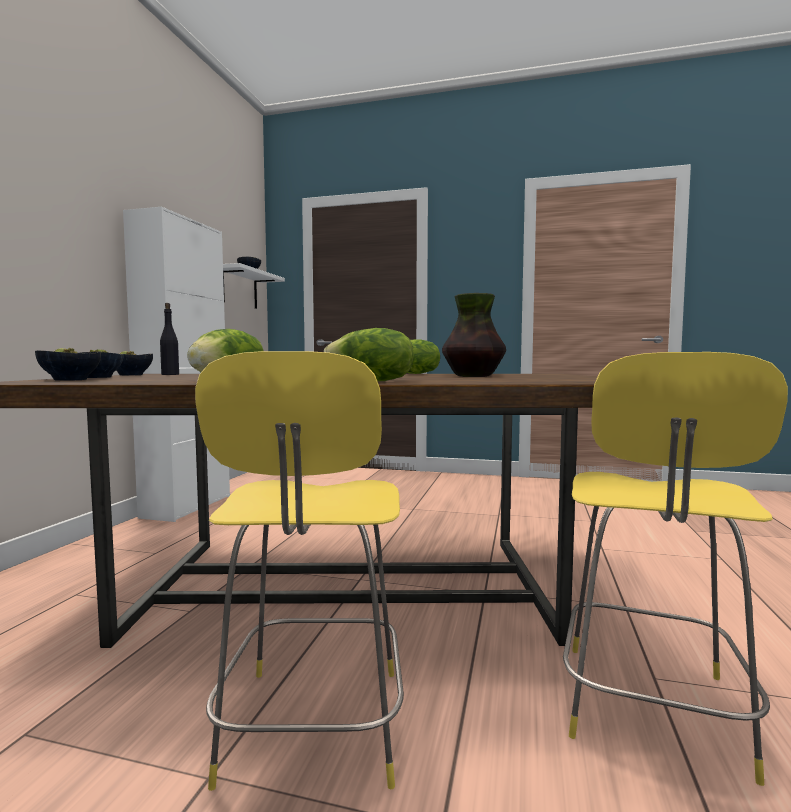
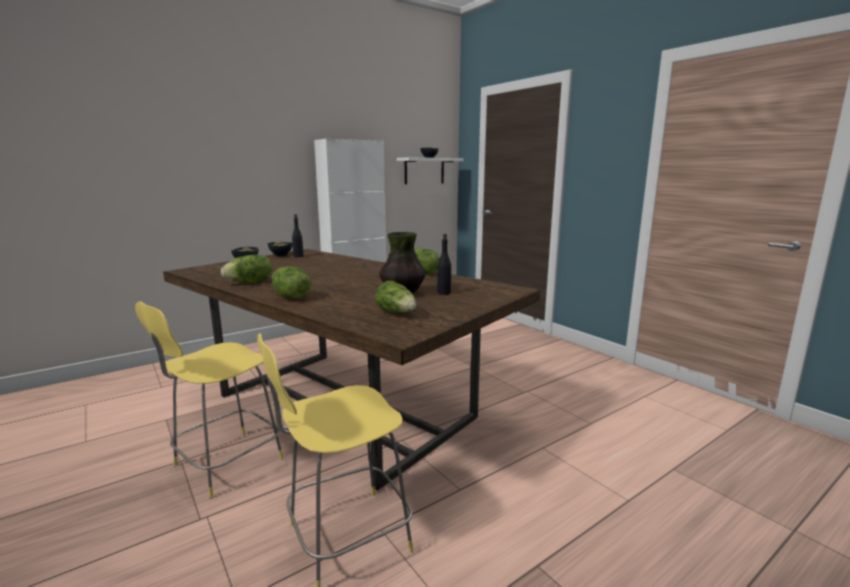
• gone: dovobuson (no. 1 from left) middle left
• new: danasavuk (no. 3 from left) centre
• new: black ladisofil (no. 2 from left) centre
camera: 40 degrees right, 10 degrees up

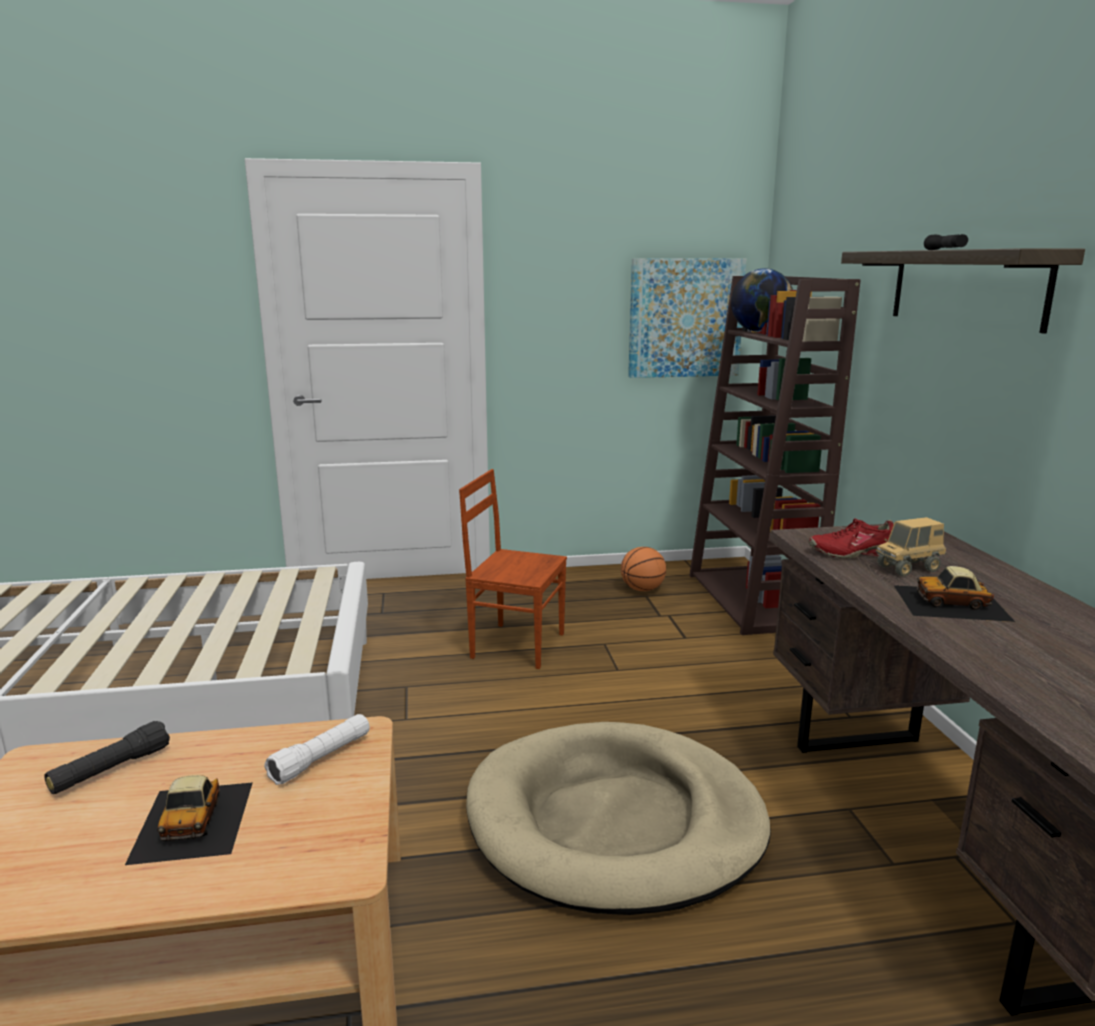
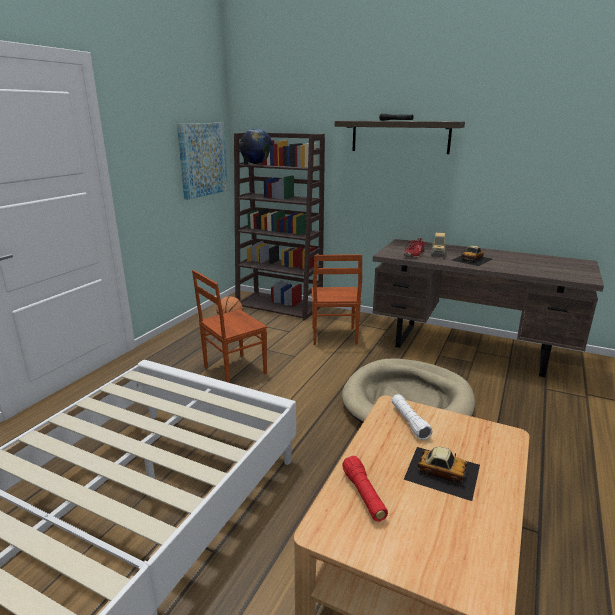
• repainted: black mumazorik (no. 1 from left) bottom left to red mumazorik bottom centre
• new: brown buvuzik (no. 2 from left) centre
camera: 55 degrees left, 5 degrees up

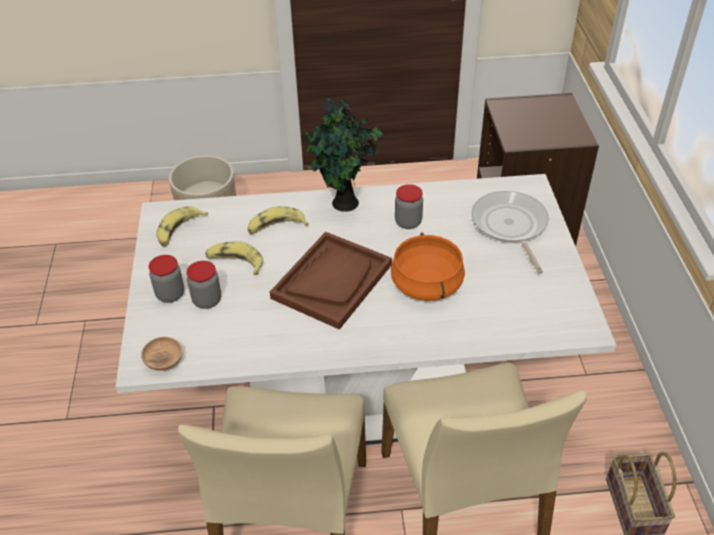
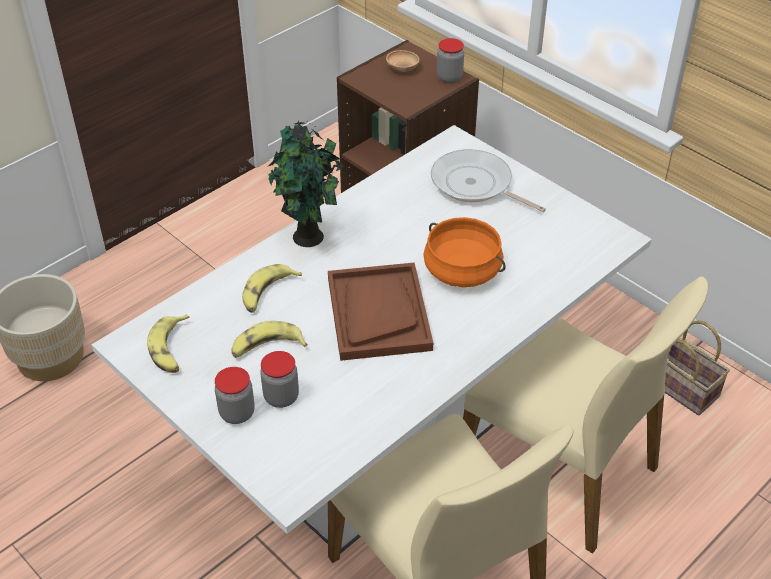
• shifted: brown dovobuson middle left to top centre
• shifted: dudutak (no. 3 from left) centre to top centre
camera: 40 degrees left, 0 degrees up

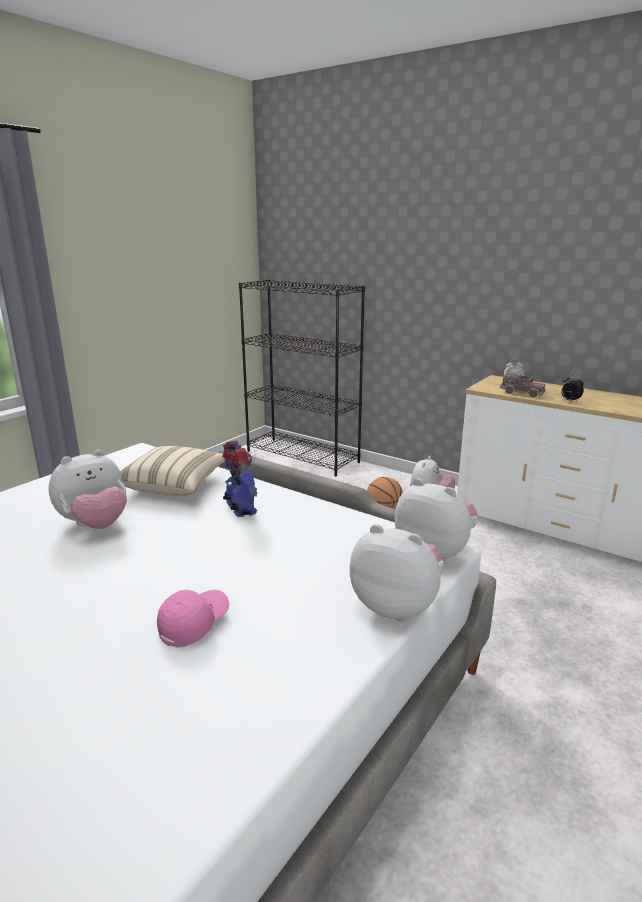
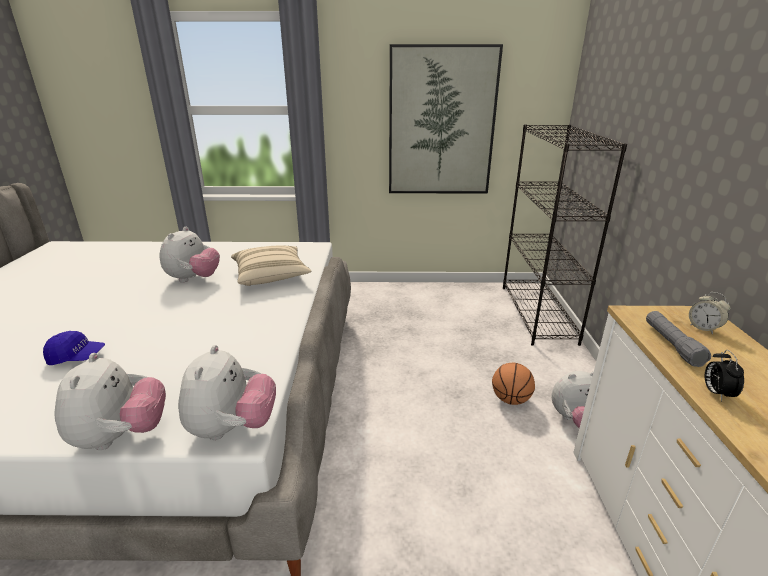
• rotated: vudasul (no. 1 from left in the first image) middle left = middle left 90 degrees counterclockwise
• repainted: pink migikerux bottom left to blue migikerux middle left
• gone: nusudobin centre
• swapped: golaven middle right to grey mumazorik middle right
• new: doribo top centre
camera: 55 degrees right, 5 degrees up

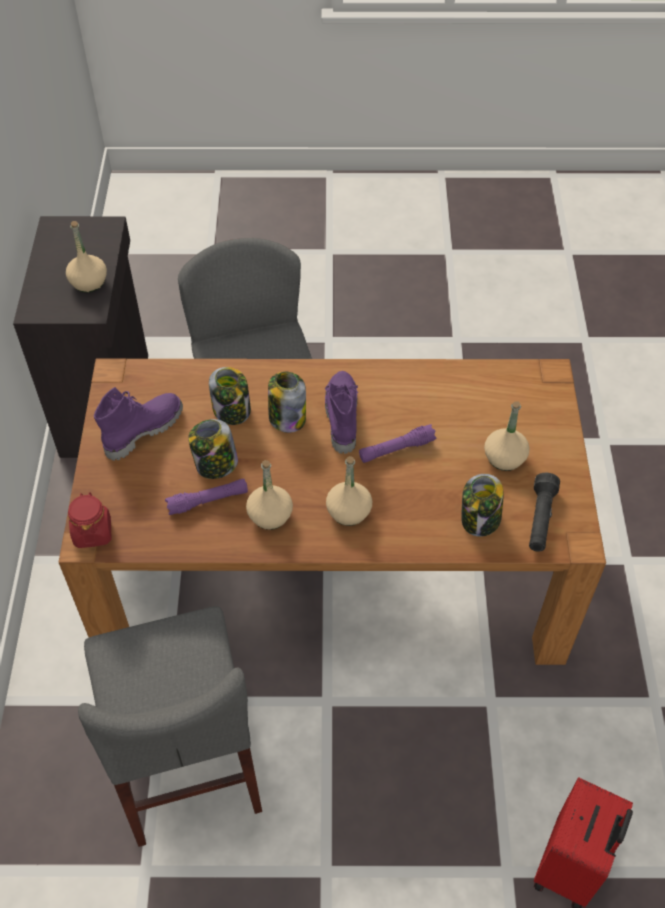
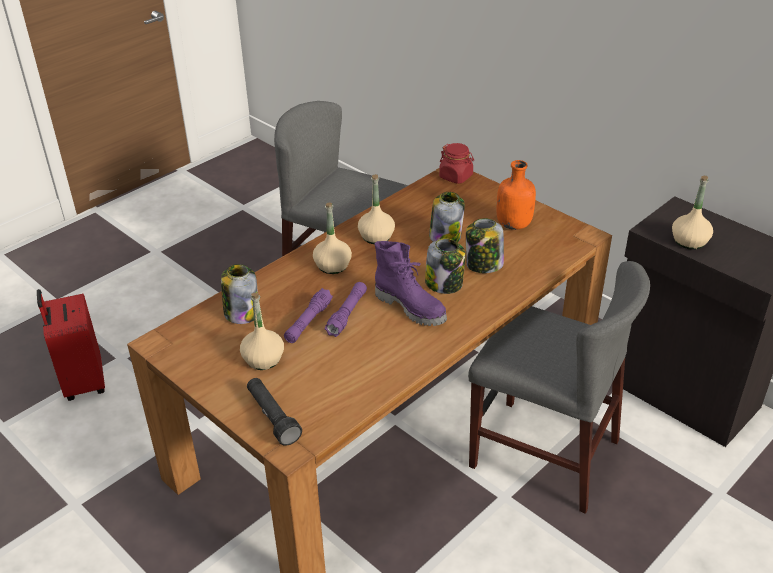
• swapped: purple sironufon (no. 1 from left) middle left to orange ladisofil middle right
• shifted: purple mumazorik (no. 1 from left) middle left to centre
• shifted: black mumazorik middle right to bottom centre
camera: 135 degrees right, 15 degrees down

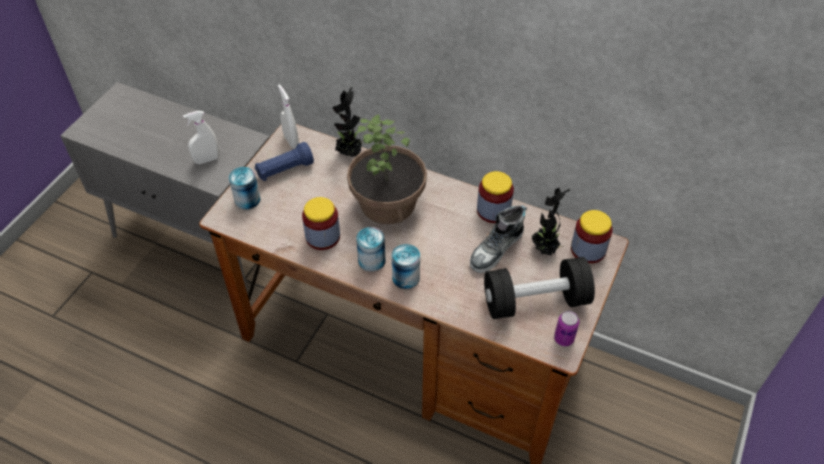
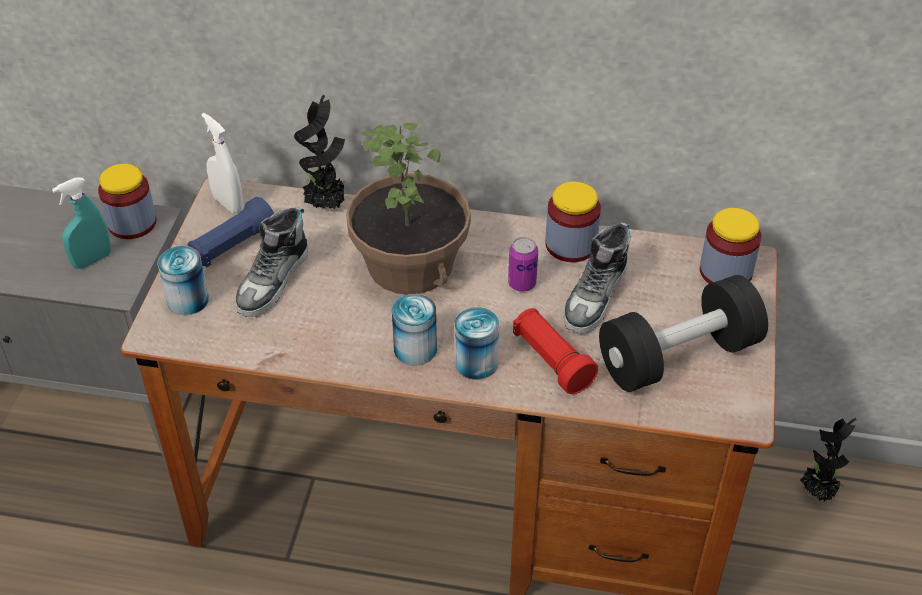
• repainted: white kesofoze (no. 1 from left) top left to turquoise kesofoze middle left
• shifted: dudutak (no. 1 from left) centre to middle left
• shifted: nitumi (no. 3 from left) middle right to bottom right
• shifted: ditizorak (no. 4 from left) bottom right to centre
• new: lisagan (no. 1 from left) middle left
• new: red mumazorik centre
camera: 15 degrees left, 5 degrees down

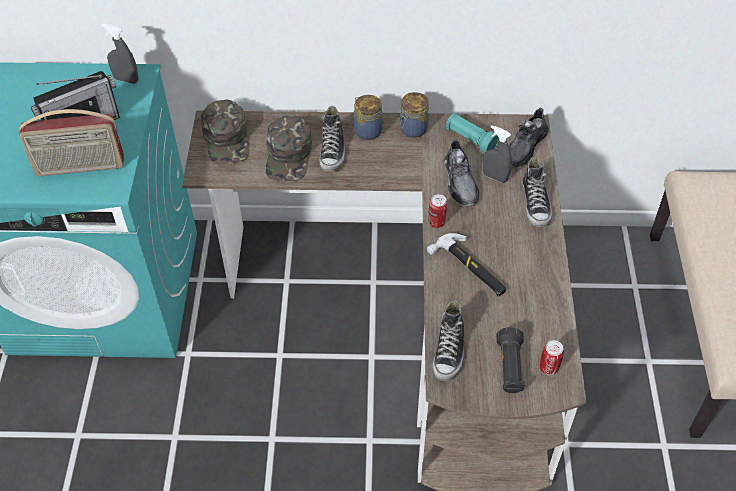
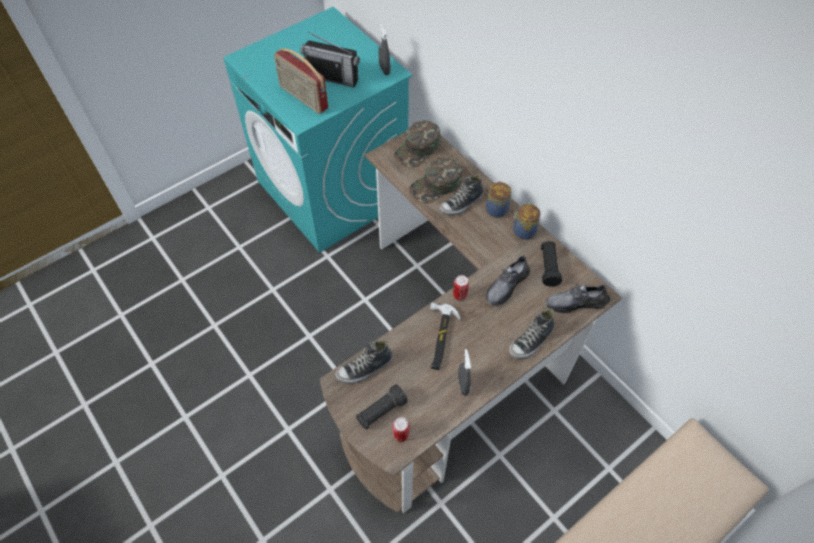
• repainted: turquoise mumazorik top centre to black mumazorik (no. 2 from left) middle right
• shifted: grey kesofoze (no. 2 from left) top right to bottom centre
camera: 50 degrees right, 5 degrees up

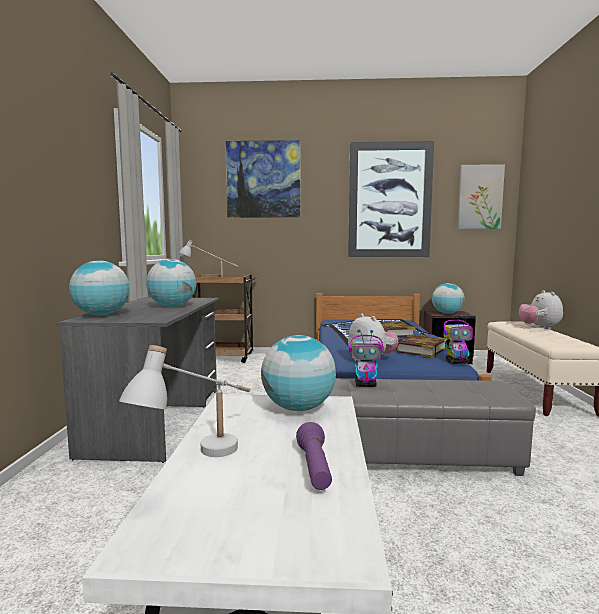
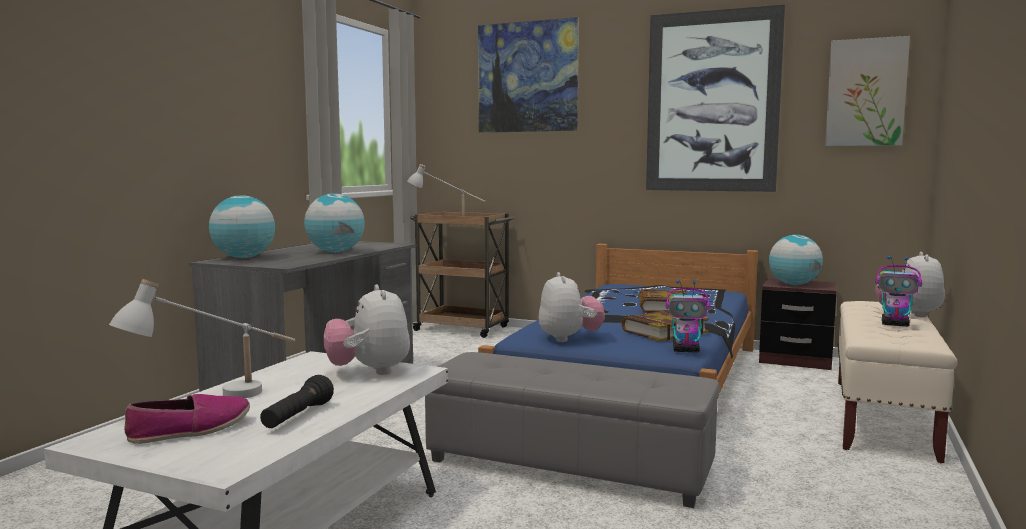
• swapped: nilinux (no. 3 from left) centre to vudasul (no. 1 from left) centre
• repainted: purple mumazorik bottom centre to black mumazorik bottom left
• shifted: nusudobin (no. 1 from left in the first image) centre to nusudobin (no. 2 from left) middle right
• new: lisagan bottom left
camera: 20 degrees right, 0 degrees up

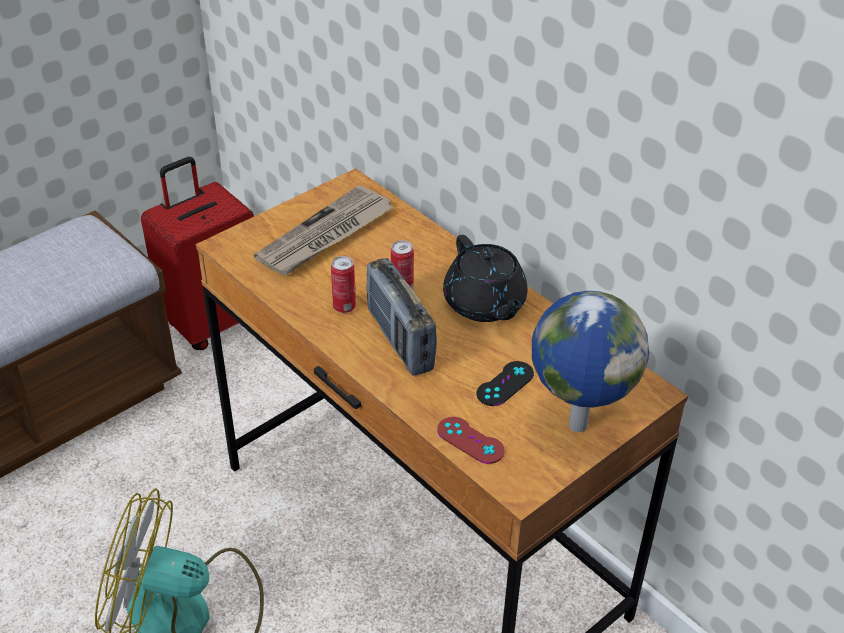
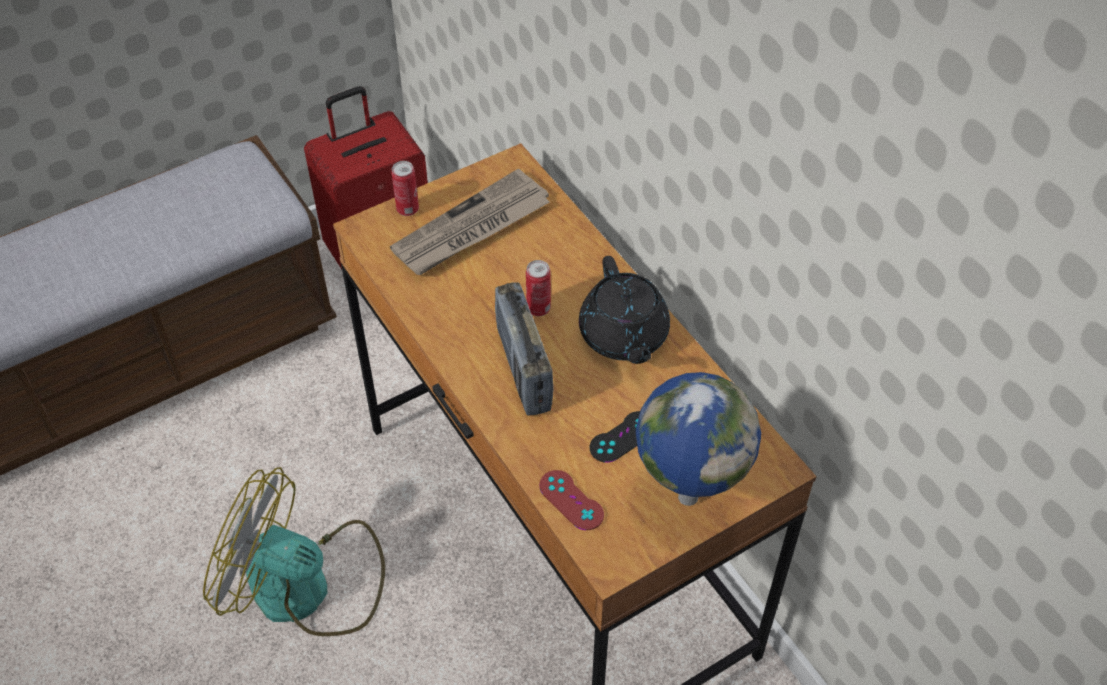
• shifted: ditizorak (no. 1 from left) centre to top centre
camera: 10 degrees right, 10 degrees up

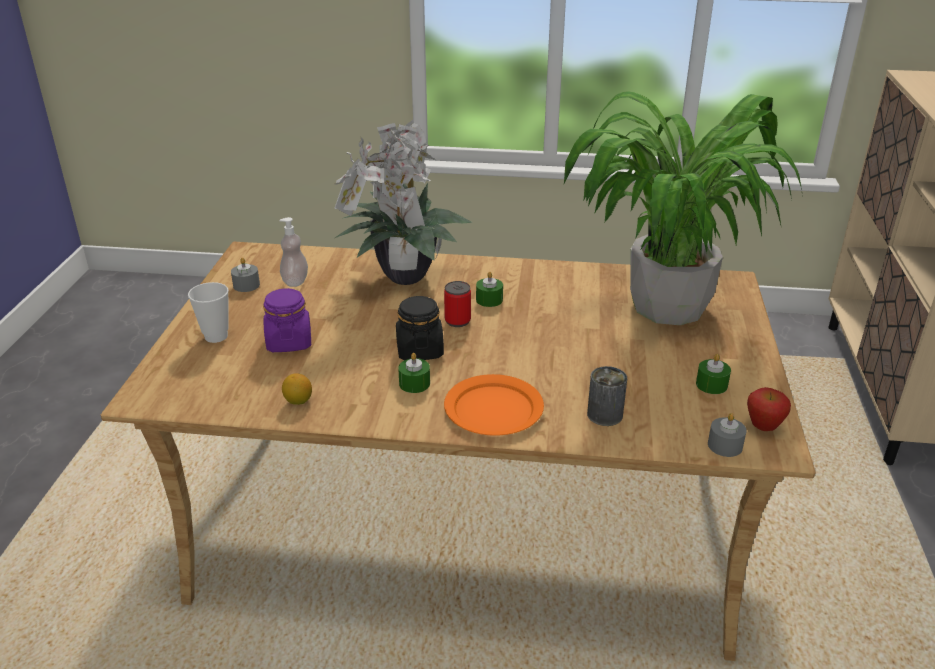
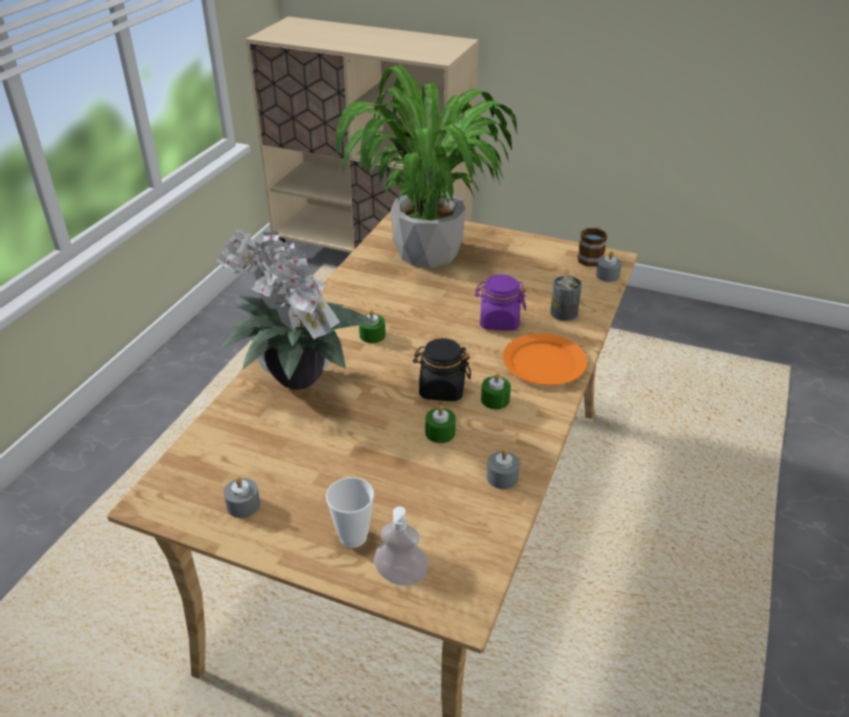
• shifted: purple dudutak middle left to centre
• shifted: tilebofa middle left to bottom centre
• swapped: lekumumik middle left to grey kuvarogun (no. 2 from left) centre
• gone: ditizorak (no. 1 from left) centre
• shifted: green kuvarogun (no. 3 from left in the first image) middle right to green kuvarogun (no. 2 from left) centre
• swapped: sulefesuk middle right to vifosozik middle right
camera: 75 degrees left, 5 degrees up

